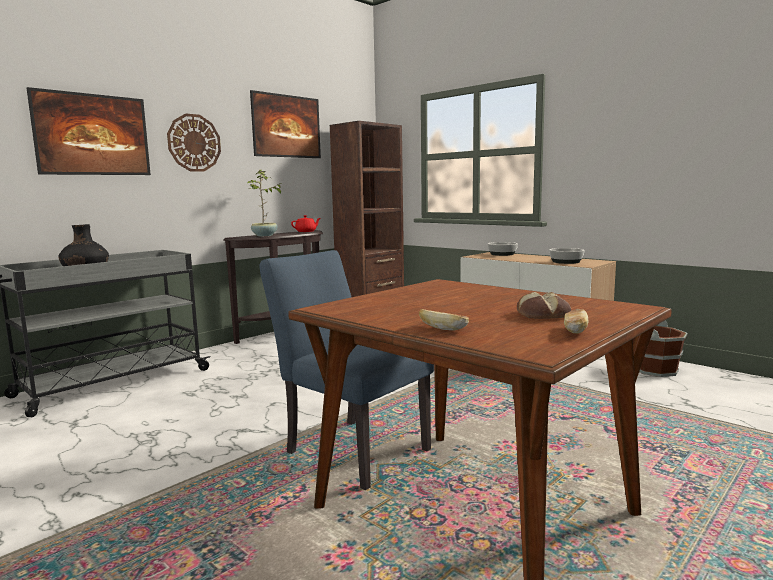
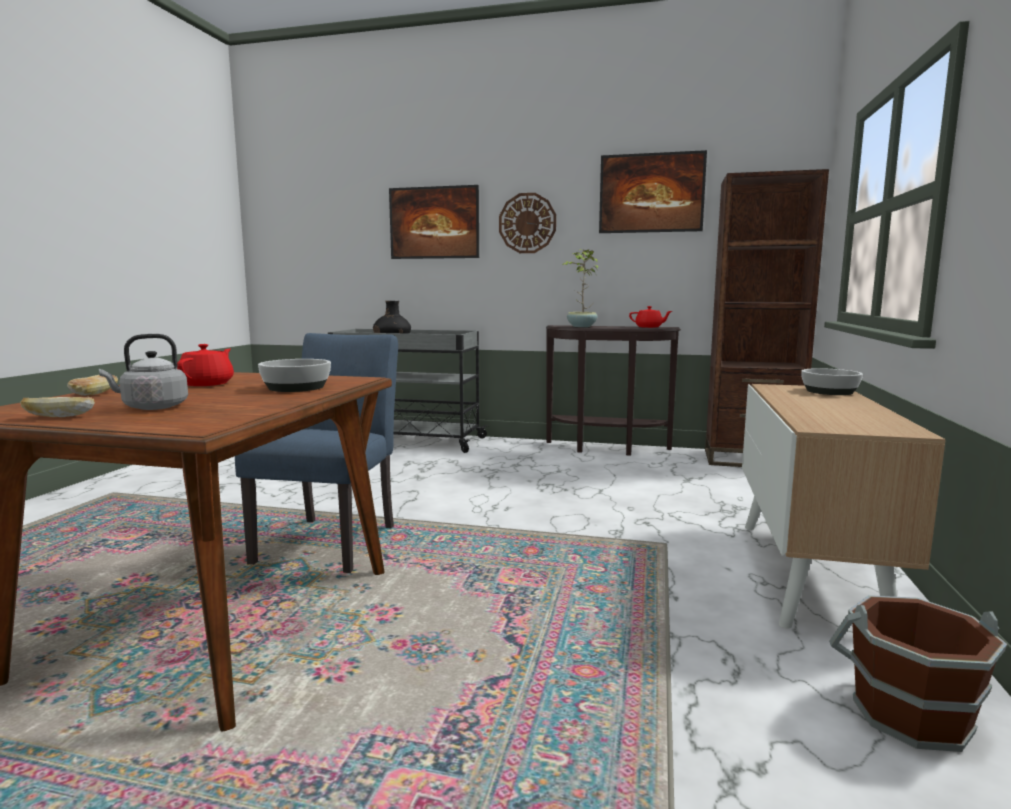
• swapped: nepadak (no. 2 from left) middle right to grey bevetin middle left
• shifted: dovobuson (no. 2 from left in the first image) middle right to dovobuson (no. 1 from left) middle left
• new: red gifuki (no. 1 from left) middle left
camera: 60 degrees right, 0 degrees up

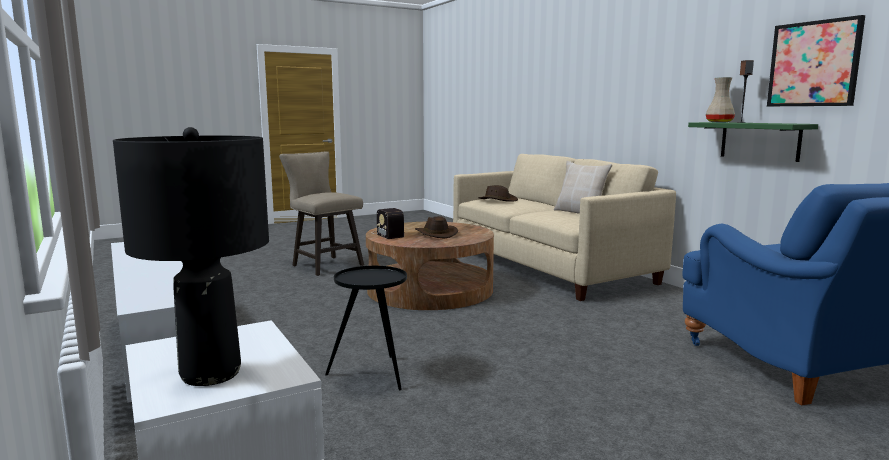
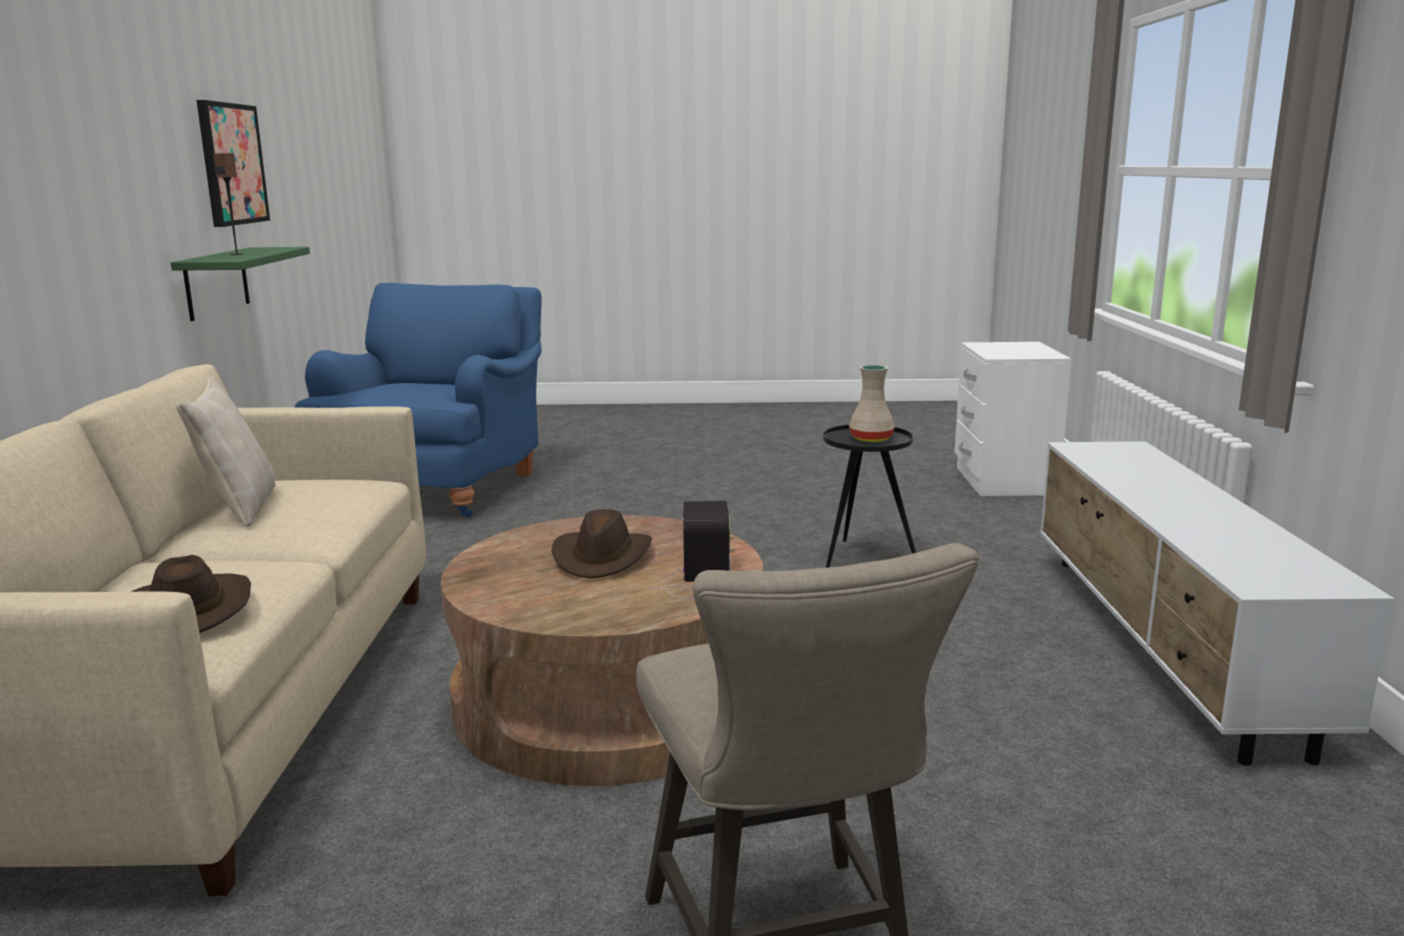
• gone: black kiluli middle left
• shifted: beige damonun top right to centre
camera: 150 degrees left, 5 degrees up

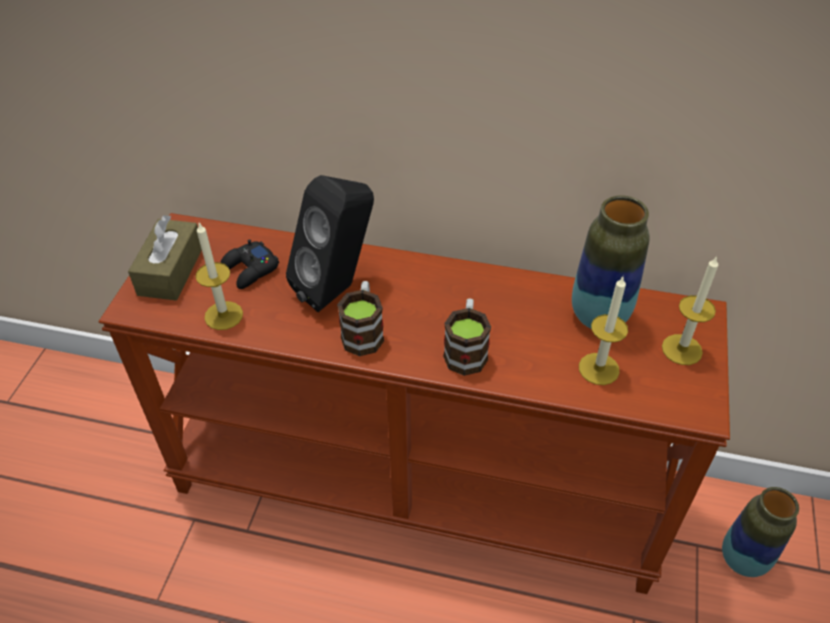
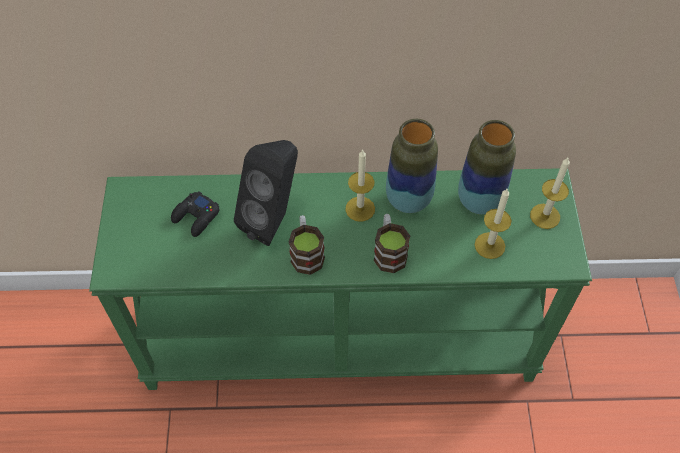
• repainted: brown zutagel centre to green zutagel centre
• gone: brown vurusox middle left
• shifted: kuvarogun (no. 1 from left) middle left to centre
• shifted: damonun (no. 2 from left in the first image) bottom right to damonun (no. 1 from left) centre
camera: 15 degrees left, 10 degrees up

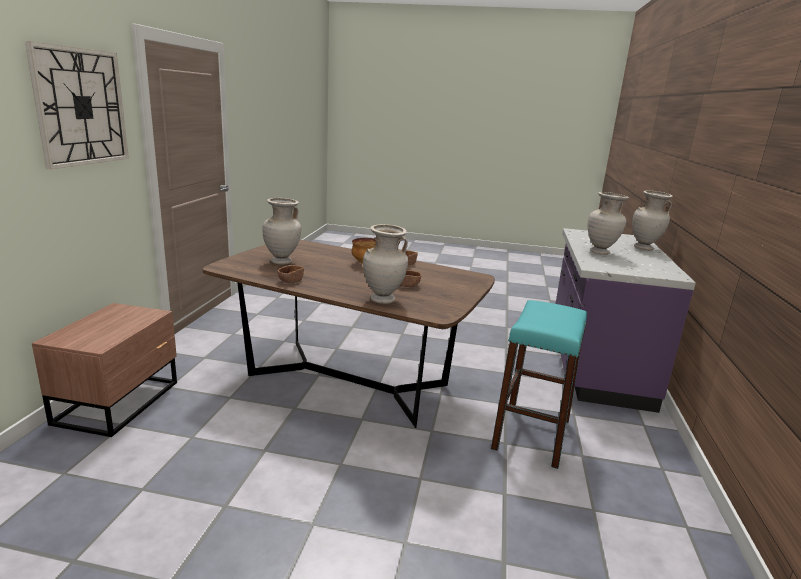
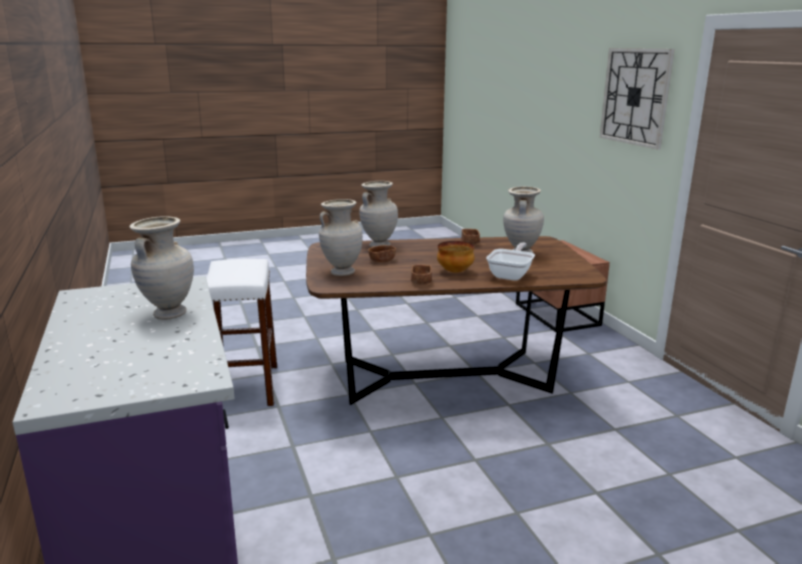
• repainted: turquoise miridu middle right to white miridu middle left
• shifted: beige damonun (no. 4 from left in the first image) middle right to beige damonun (no. 2 from left) centre
• new: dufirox centre
camera: 150 degrees right, 0 degrees up

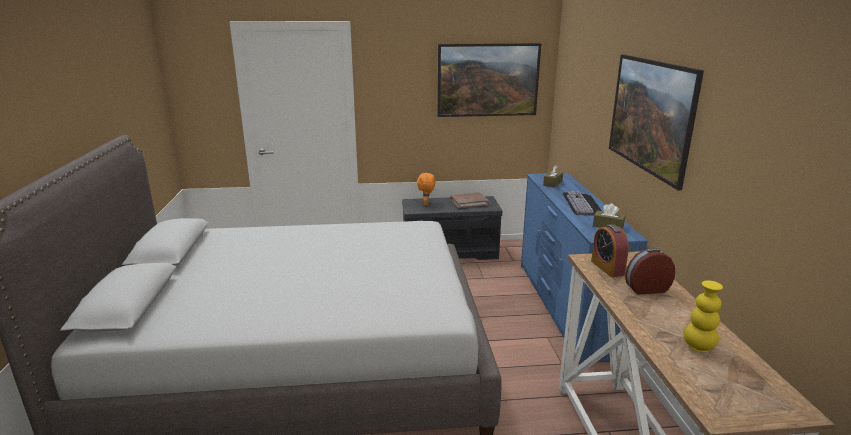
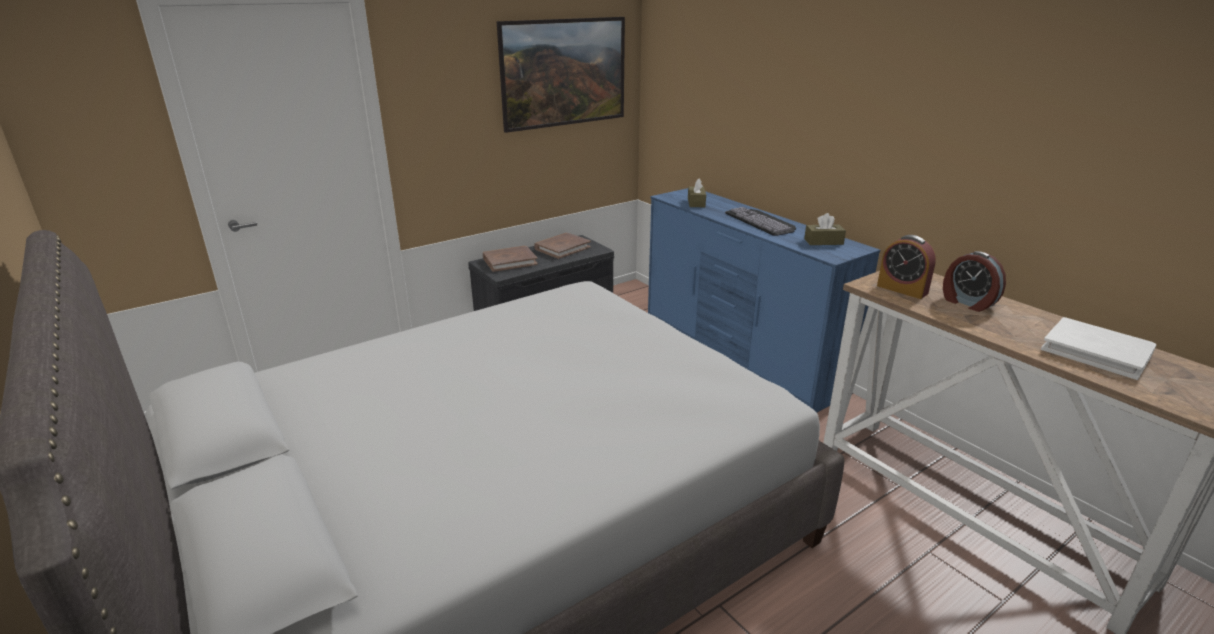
• swapped: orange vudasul centre to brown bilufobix (no. 1 from left) centre
• gone: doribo (no. 2 from left) top right
• rotated: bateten (no. 2 from left) middle right = middle right 90 degrees counterclockwise
• swapped: yellow damonun bottom right to white bilufobix middle right
camera: 30 degrees left, 5 degrees up

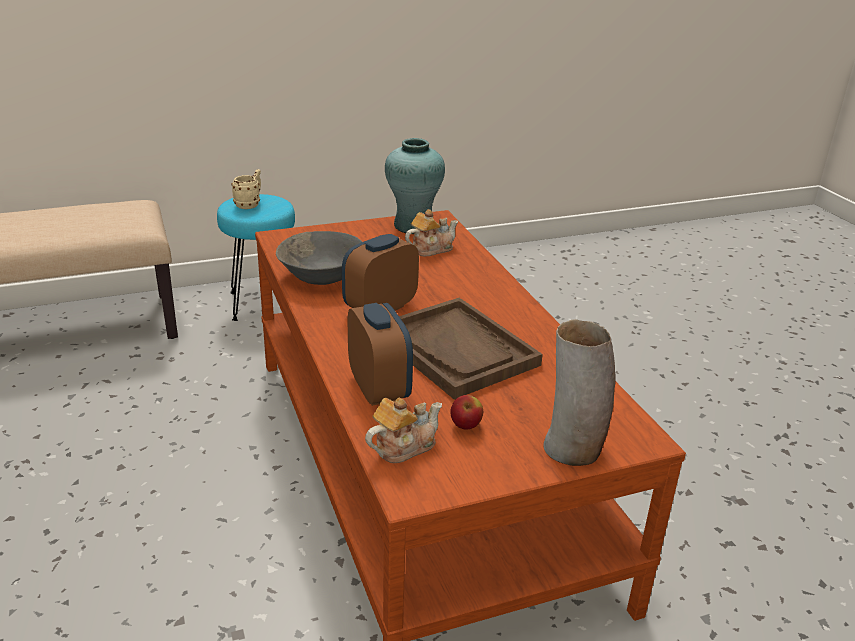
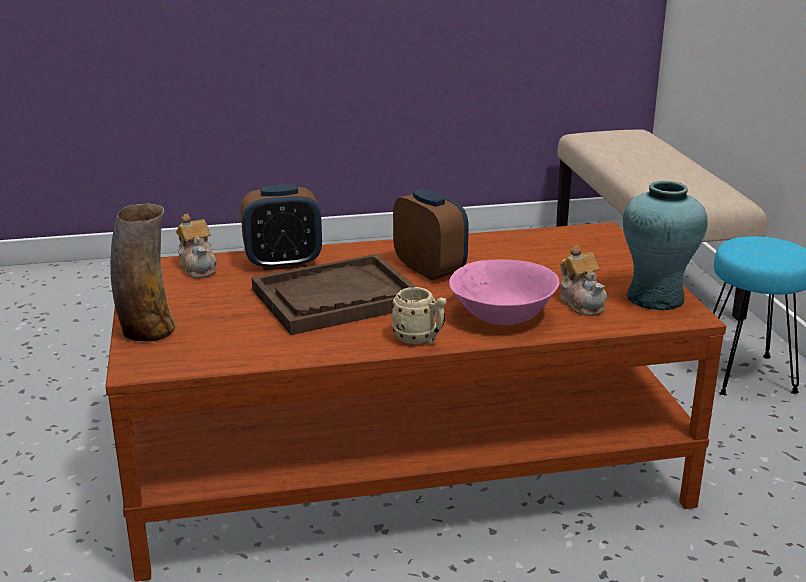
• shifted: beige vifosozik top left to centre
• gone: grey dovobuson centre
• gone: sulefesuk centre
• new: pink dovobuson centre
camera: 100 degrees right, 5 degrees down

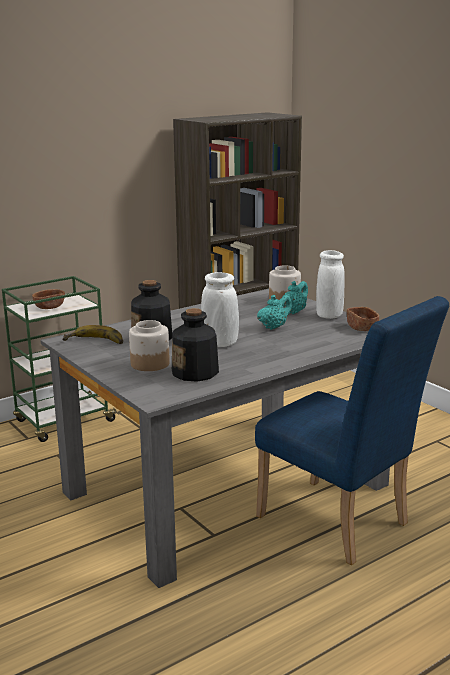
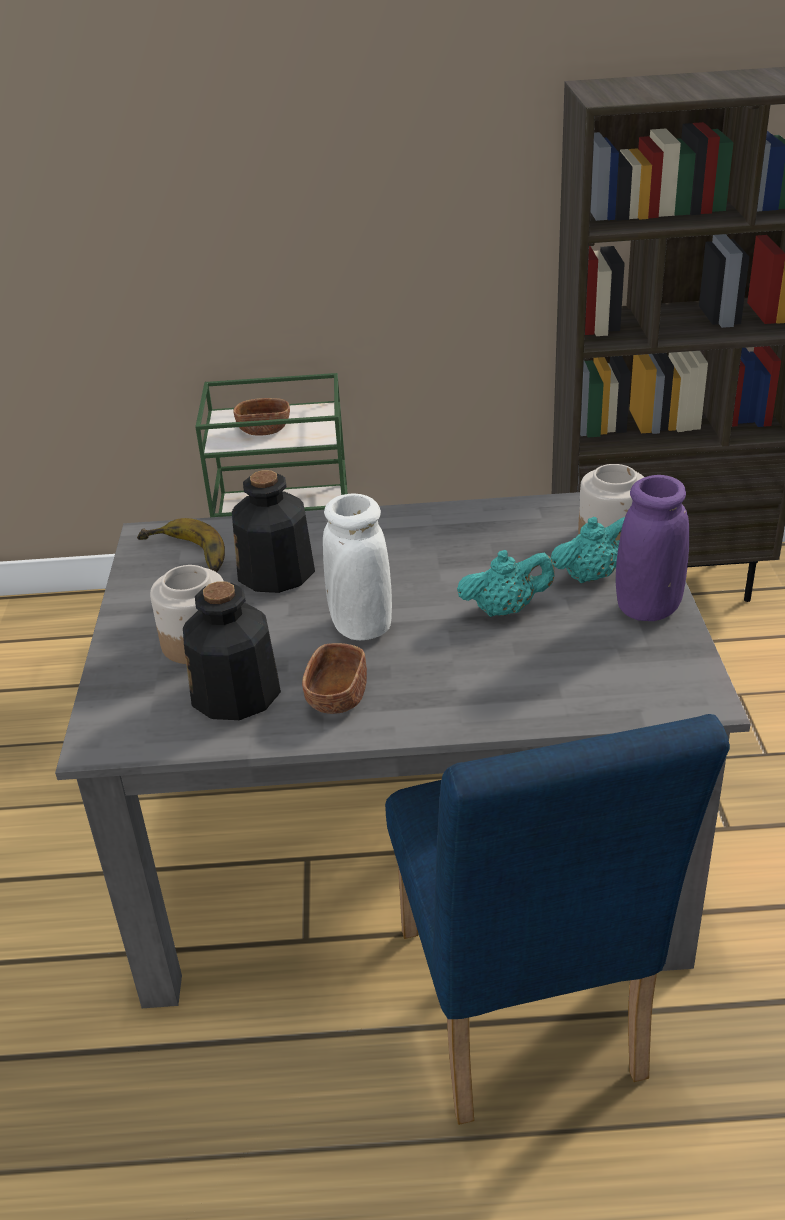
• repainted: white damonun (no. 2 from left) middle right to purple damonun middle right
• shifted: brown dovobuson (no. 2 from left) middle right to centre
camera: 35 degrees right, 15 degrees up

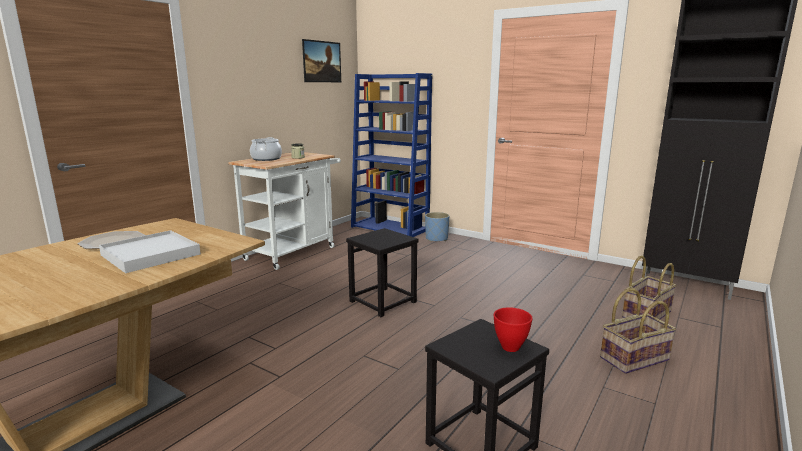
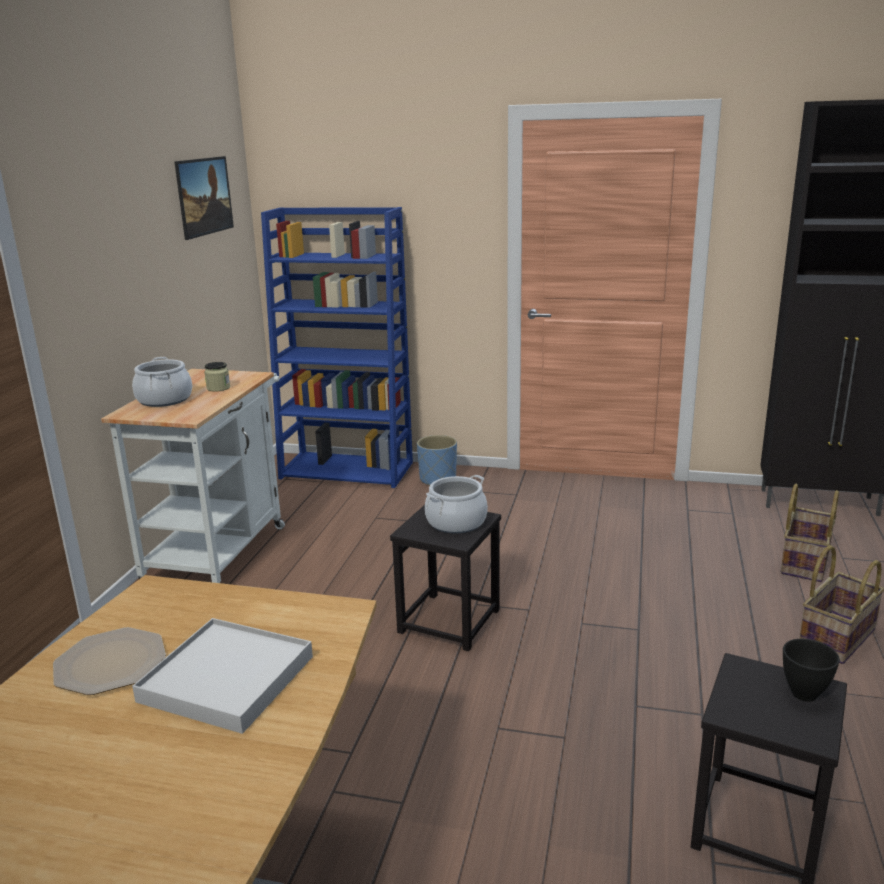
• repainted: red dovobuson bottom centre to black dovobuson bottom right
• new: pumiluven (no. 2 from left) centre
camera: 20 degrees left, 5 degrees up

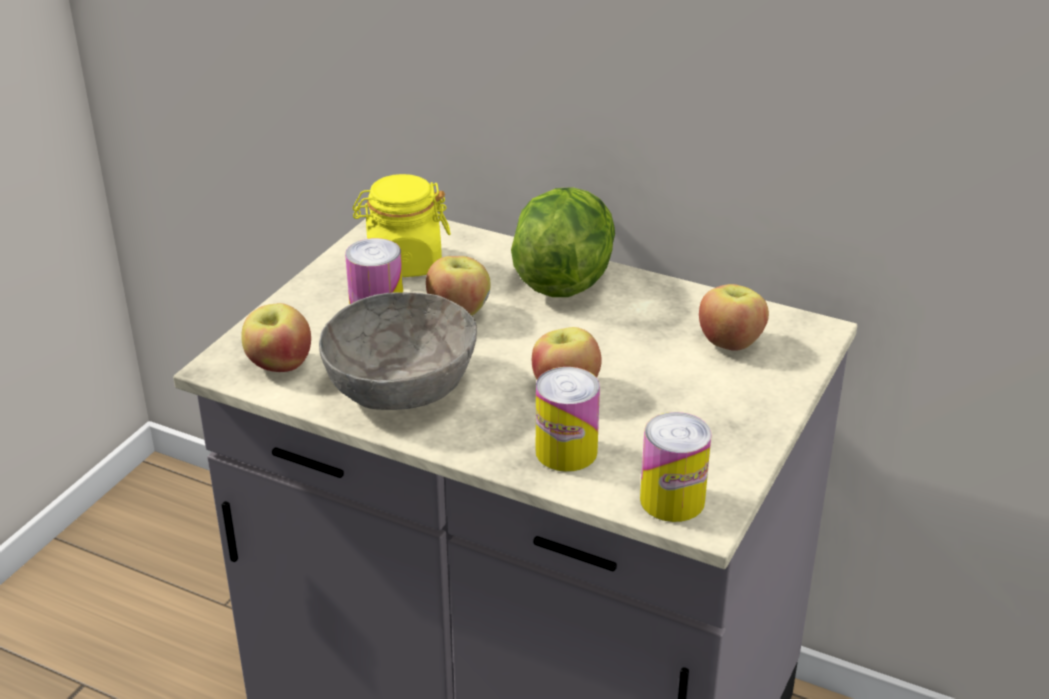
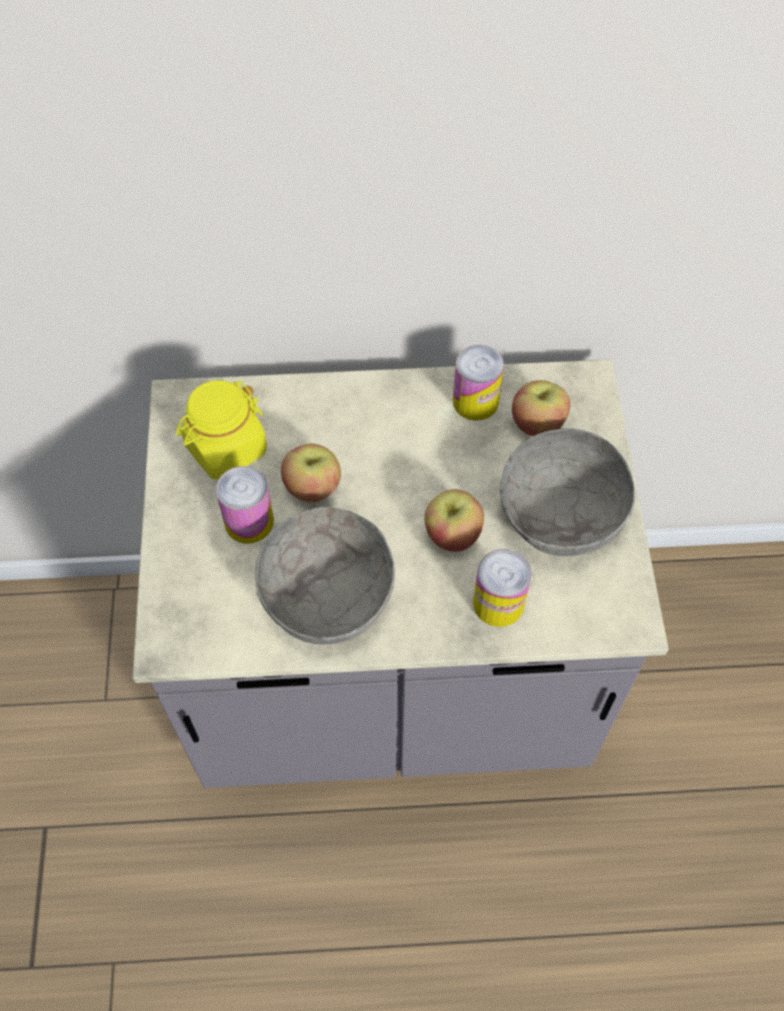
• gone: sulefesuk (no. 1 from left) middle left
• gone: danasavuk centre
• shifted: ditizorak (no. 3 from left in the first image) bottom centre to ditizorak (no. 2 from left) centre
• new: grey dovobuson (no. 2 from left) middle right
camera: 30 degrees left, 25 degrees up

